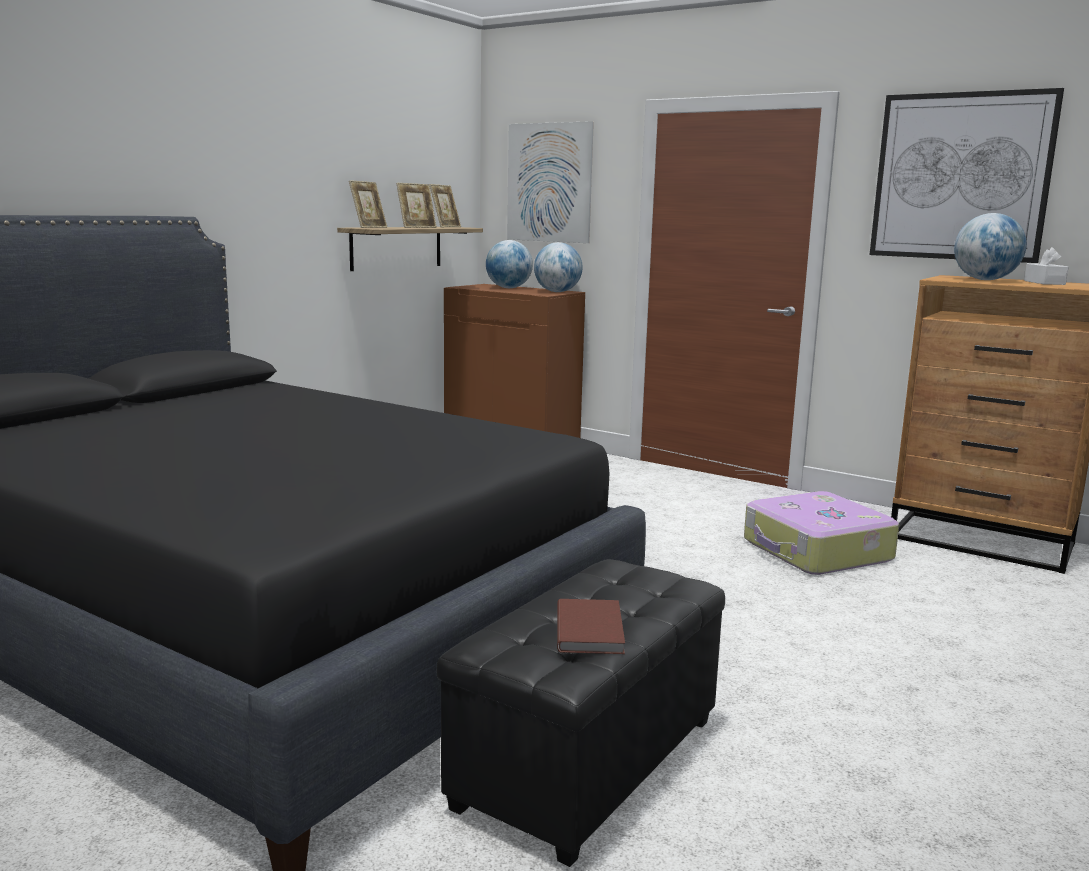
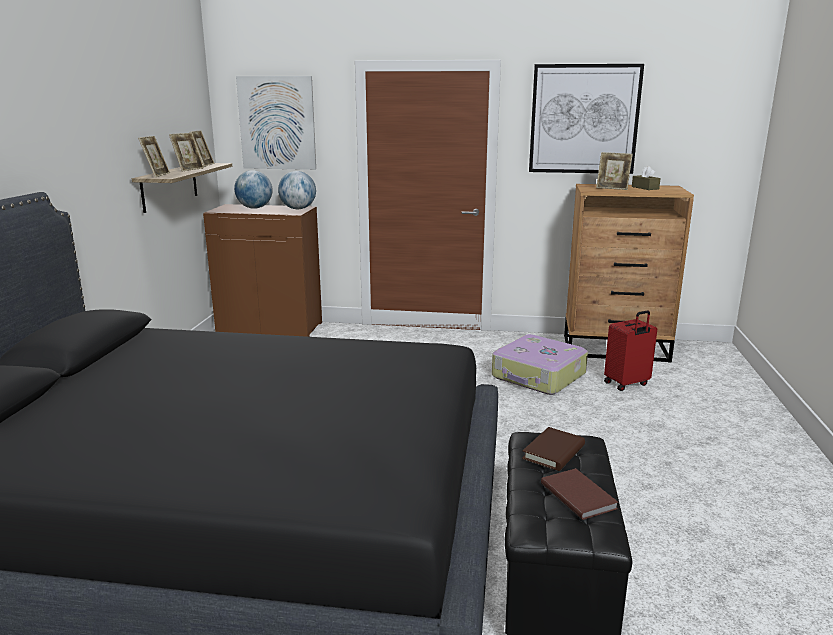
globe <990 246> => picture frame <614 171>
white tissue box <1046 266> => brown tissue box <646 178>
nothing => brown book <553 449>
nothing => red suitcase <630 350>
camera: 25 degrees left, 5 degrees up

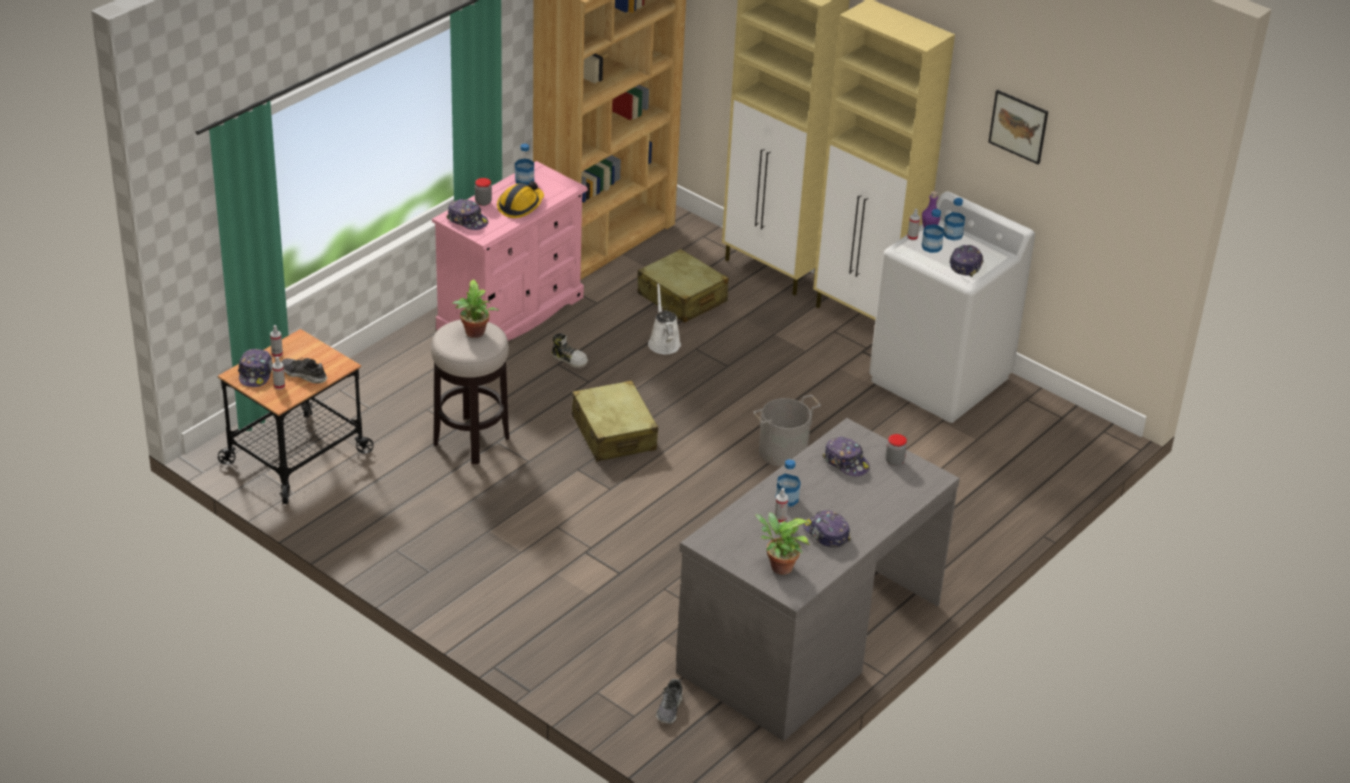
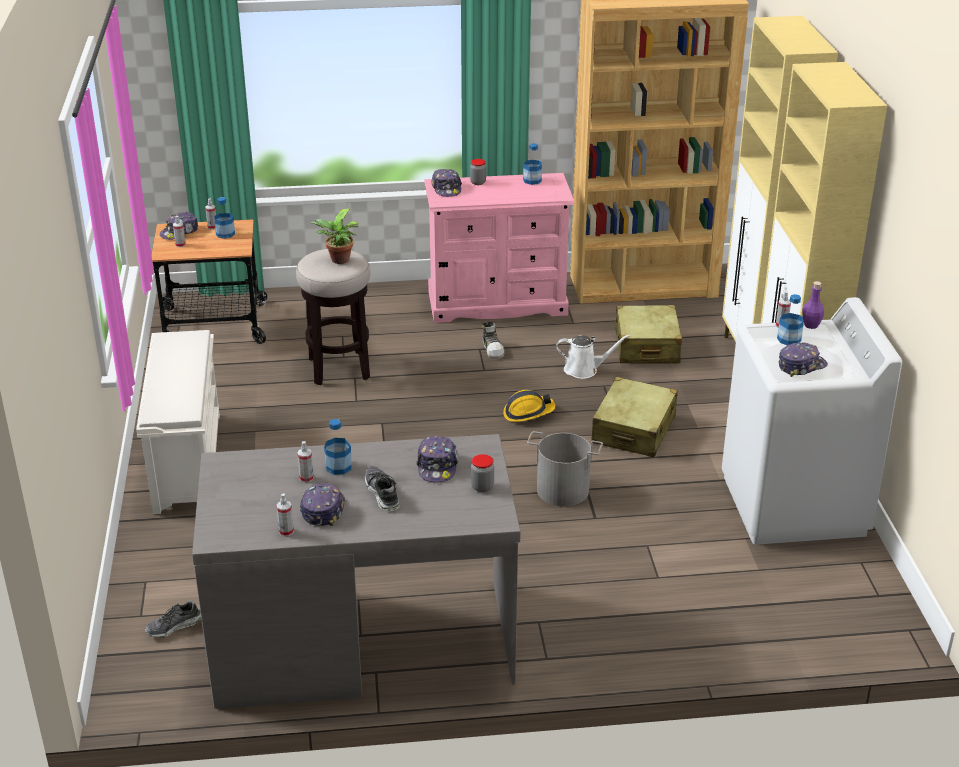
shoe <304 370> => shoe <382 488>, shifted
hard hat <520 199> => hard hat <529 406>, shifted
beige suitcase <615 420> => beige suitcase <634 417>, shifted
white watering can <664 318> => white watering can <593 357>, 60 degrees clockwise
potted plant <782 543> => nothing
bottle <954 219> => bottle <224 218>, shifted
picture <1018 127> => nothing
nothing => white shoe rack <178 422>
nothing => spray bottle <285 515>
camera: 45 degrees right, 5 degrees down

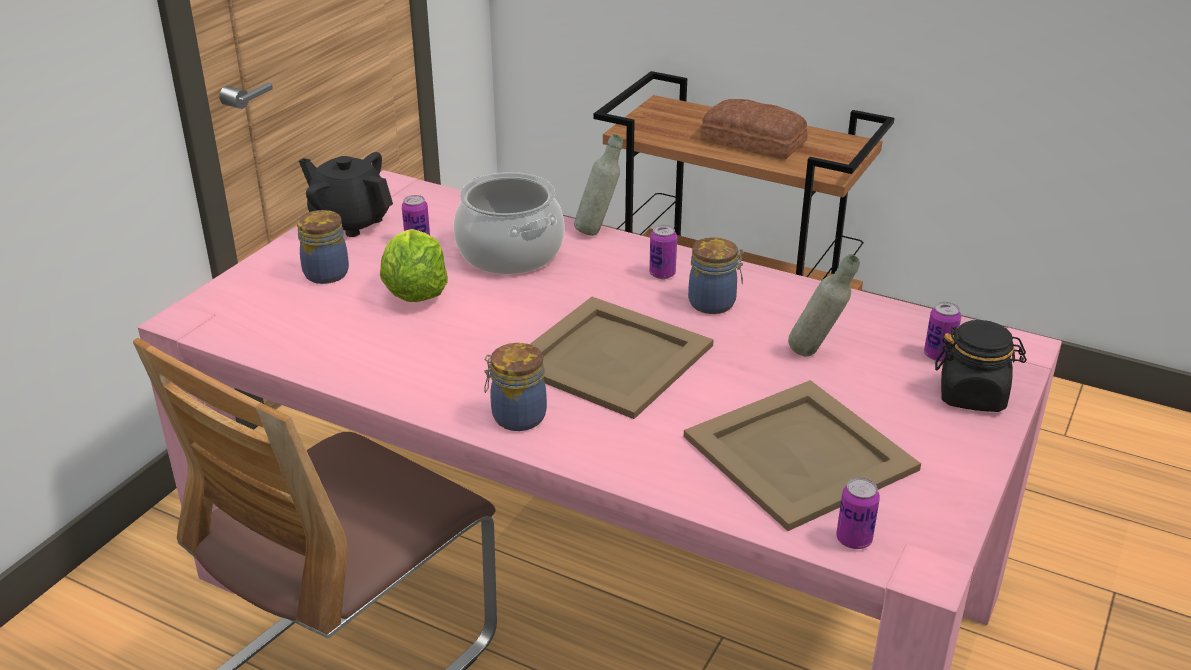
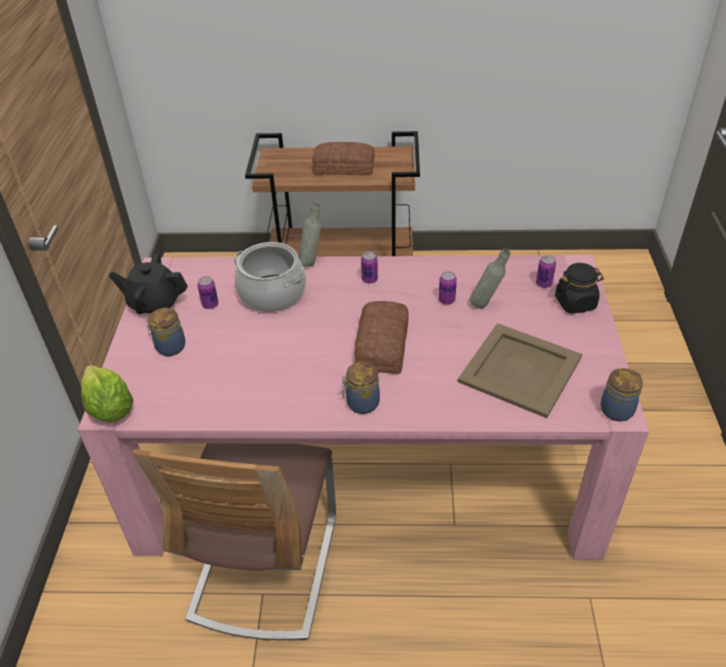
lettuce <414 265> => lettuce <107 393>, shifted
beige tray <622 358> => bread <381 337>
jar <716 275> => jar <621 394>, shifted
can <858 513> => can <448 287>, shifted
camera: 25 degrees left, 10 degrees up

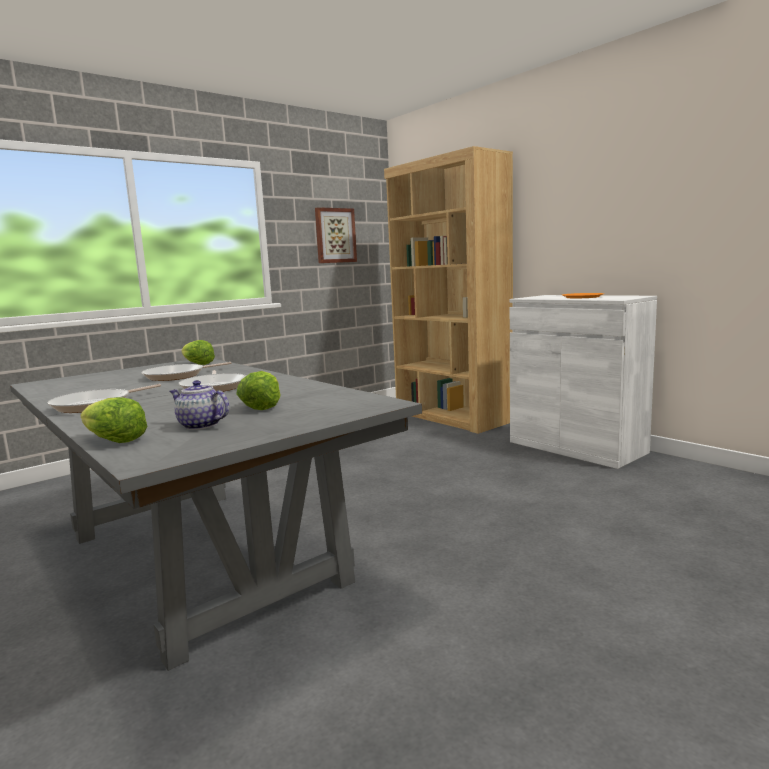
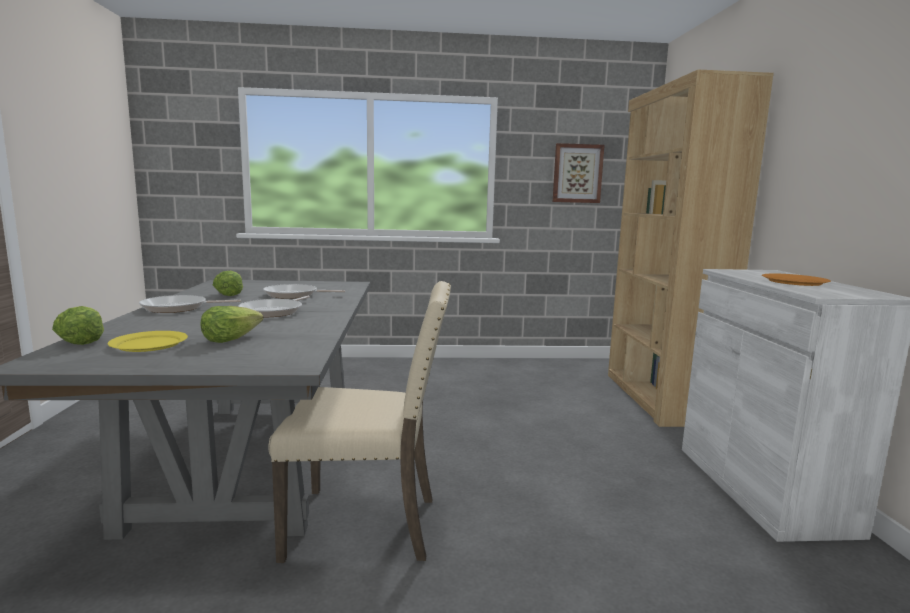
teapot <199 405> => yellow plate <148 341>
lettuce <198 352> => lettuce <228 283>, shifted
nothing => beige chair <359 422>
camera: 35 degrees right, 0 degrees up

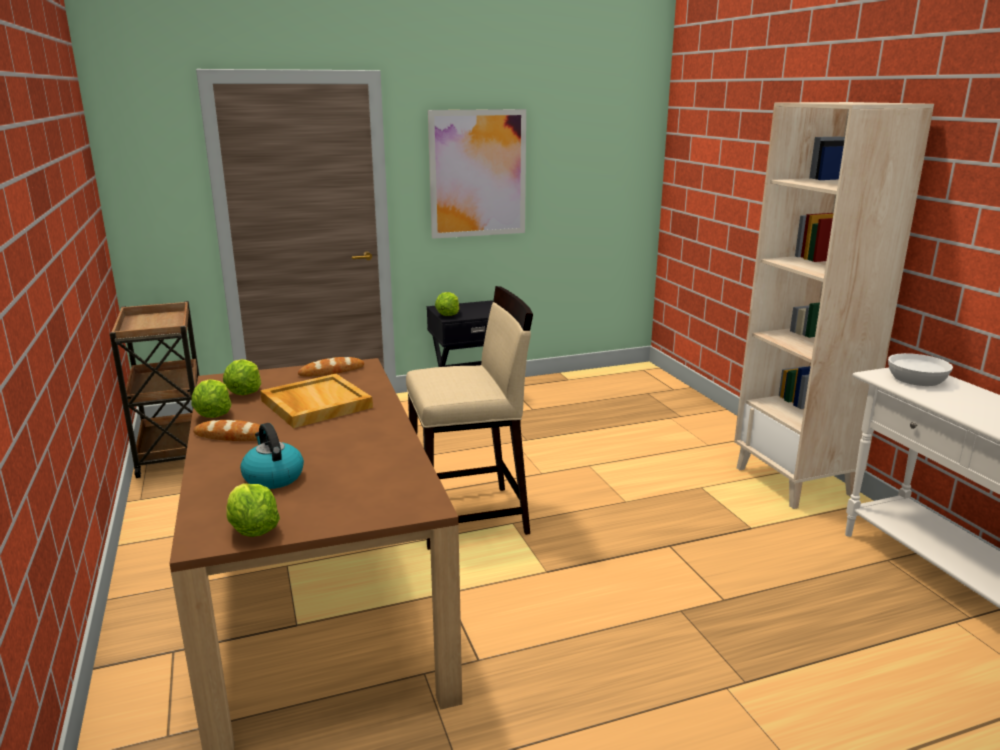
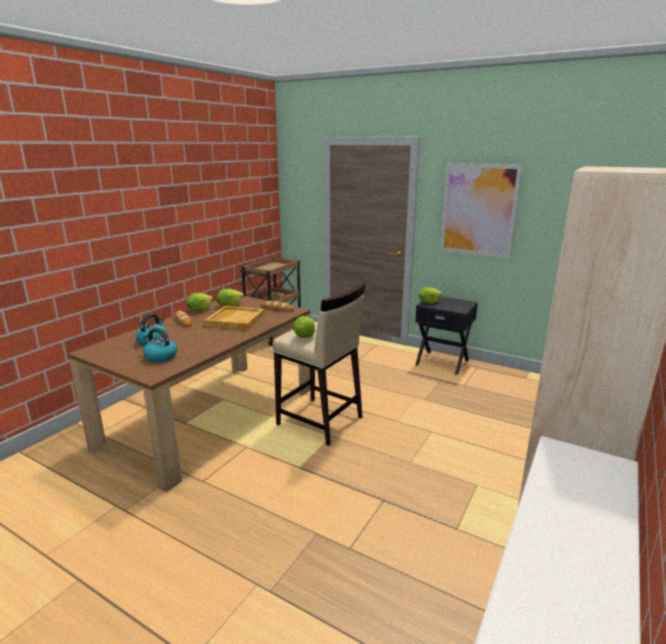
lettuce <253 510> => lettuce <304 327>, shifted
white bowl <920 369> => nothing
nothing => kettle <160 345>
camera: 50 degrees right, 0 degrees up

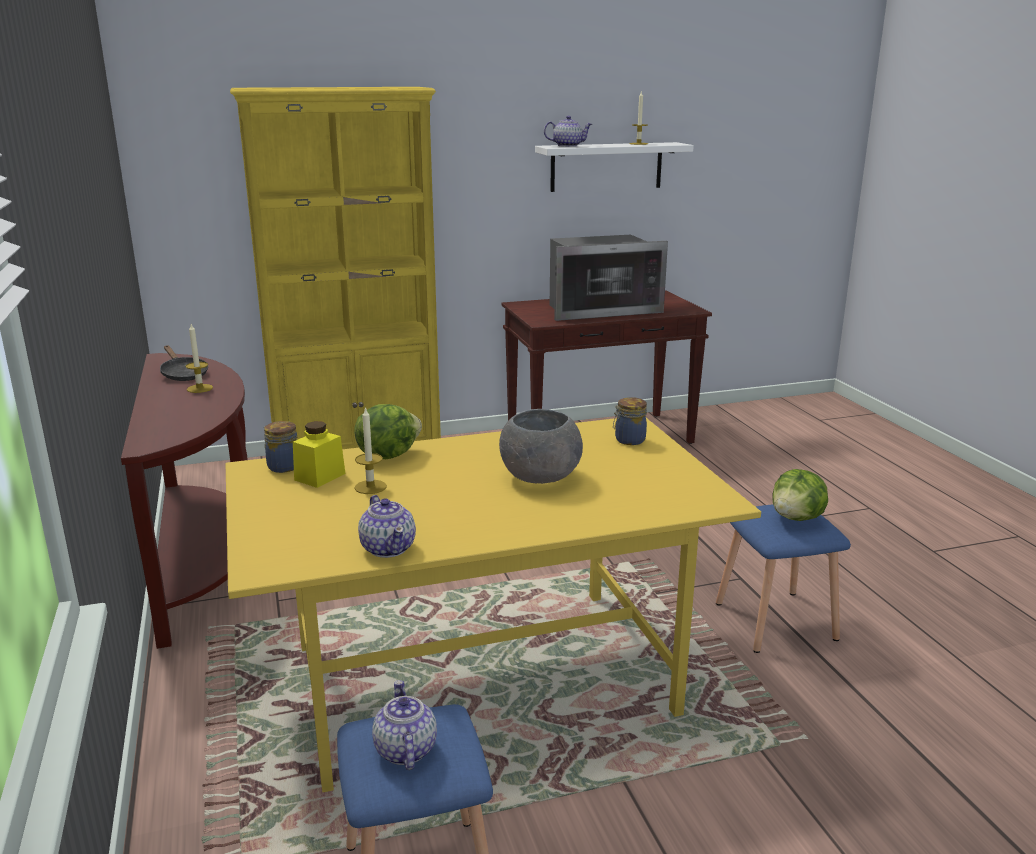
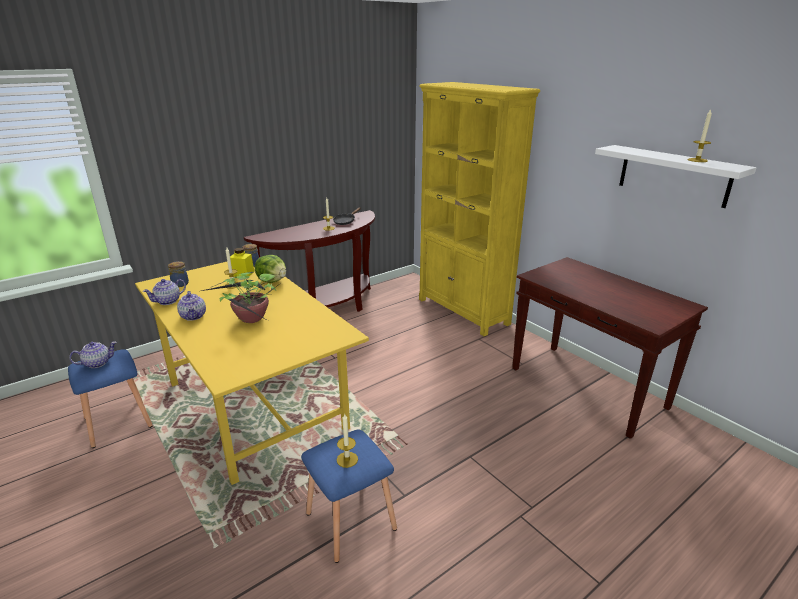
grey bowl <541 446> => potted plant <239 297>
teapot <568 131> => teapot <191 306>, shifted
microwave <609 278> => nothing
jar <630 421> => jar <178 274>, shifted
lettuce <800 495> => candle <347 441>
camera: 70 degrees right, 5 degrees up

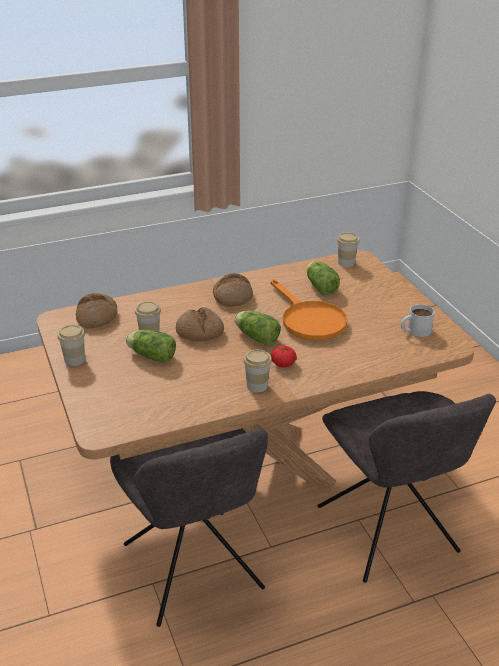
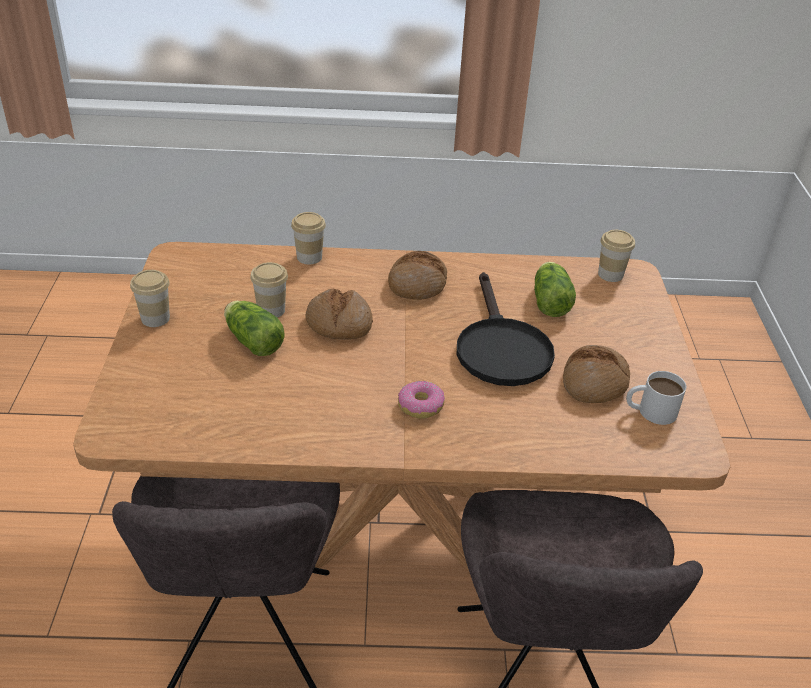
bread <96 311> => bread <596 374>, shifted
lettuce <257 328> => nothing
cup <257 370> => cup <308 238>, shifted
orange frying pan <309 309> => black frying pan <506 329>
tomato <284 356> => donut <421 400>
camera: 20 degrees right, 5 degrees up

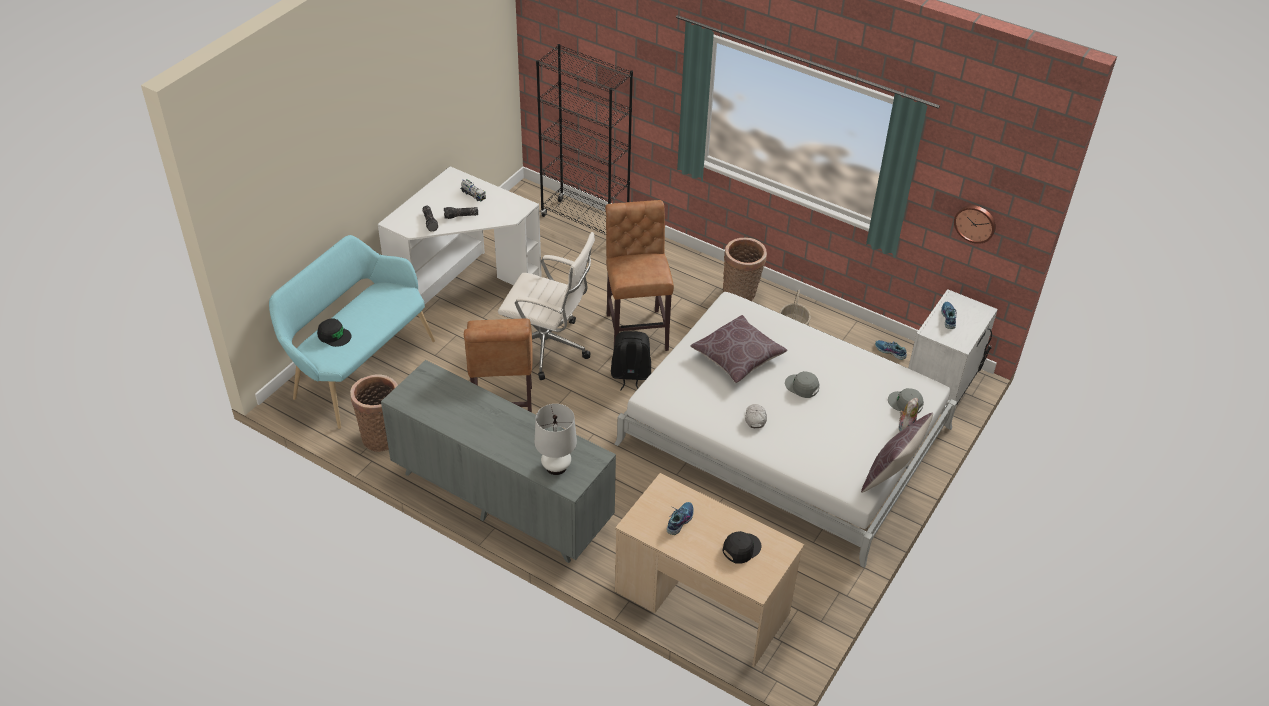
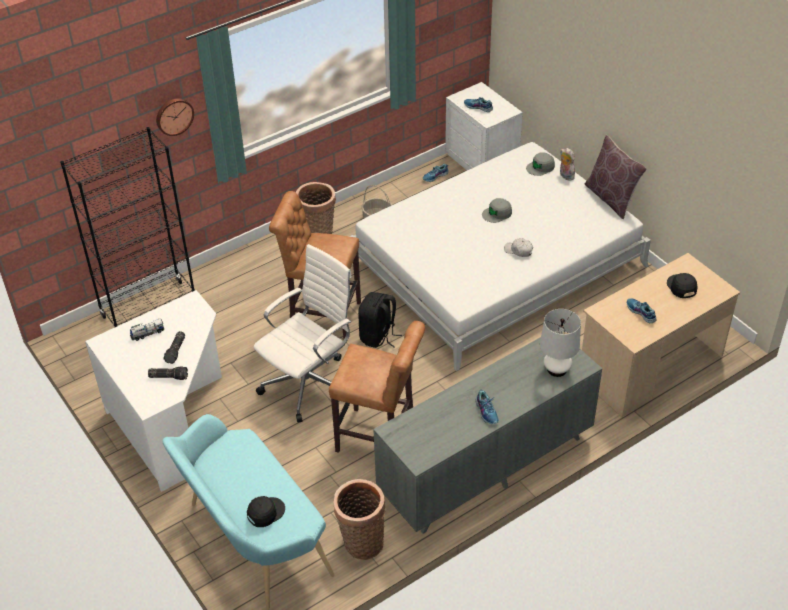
brown pillow <739 349> => nothing
wall clock <975 224> => wall clock <175 117>, shifted
nothing => shoe <487 406>
camera: 65 degrees left, 0 degrees up

